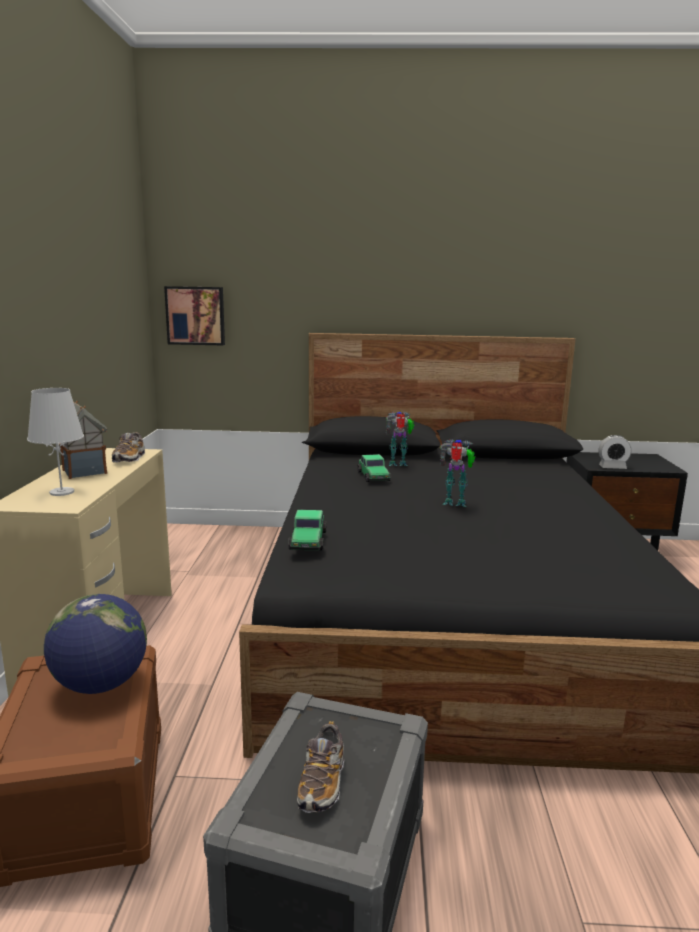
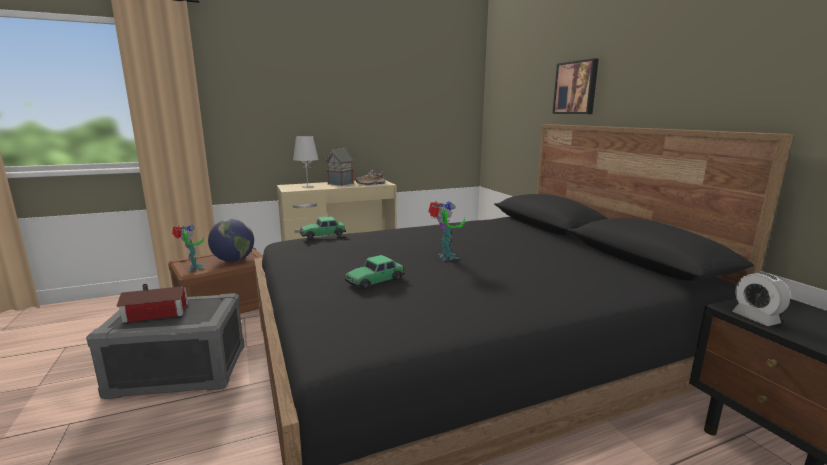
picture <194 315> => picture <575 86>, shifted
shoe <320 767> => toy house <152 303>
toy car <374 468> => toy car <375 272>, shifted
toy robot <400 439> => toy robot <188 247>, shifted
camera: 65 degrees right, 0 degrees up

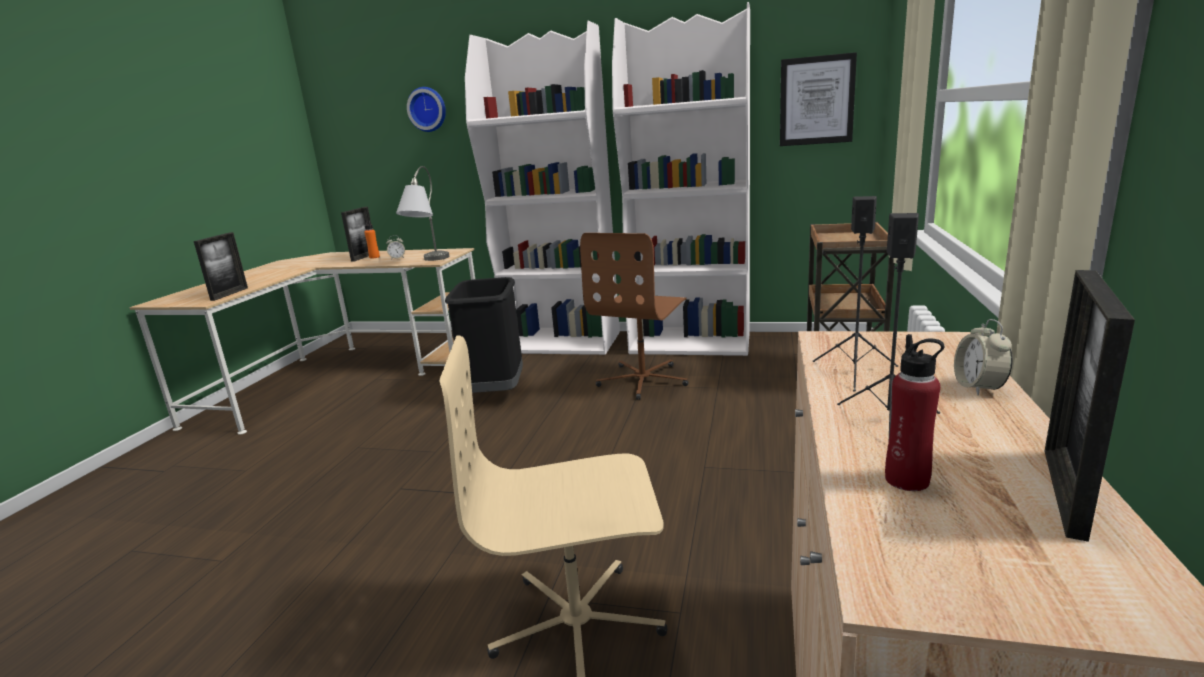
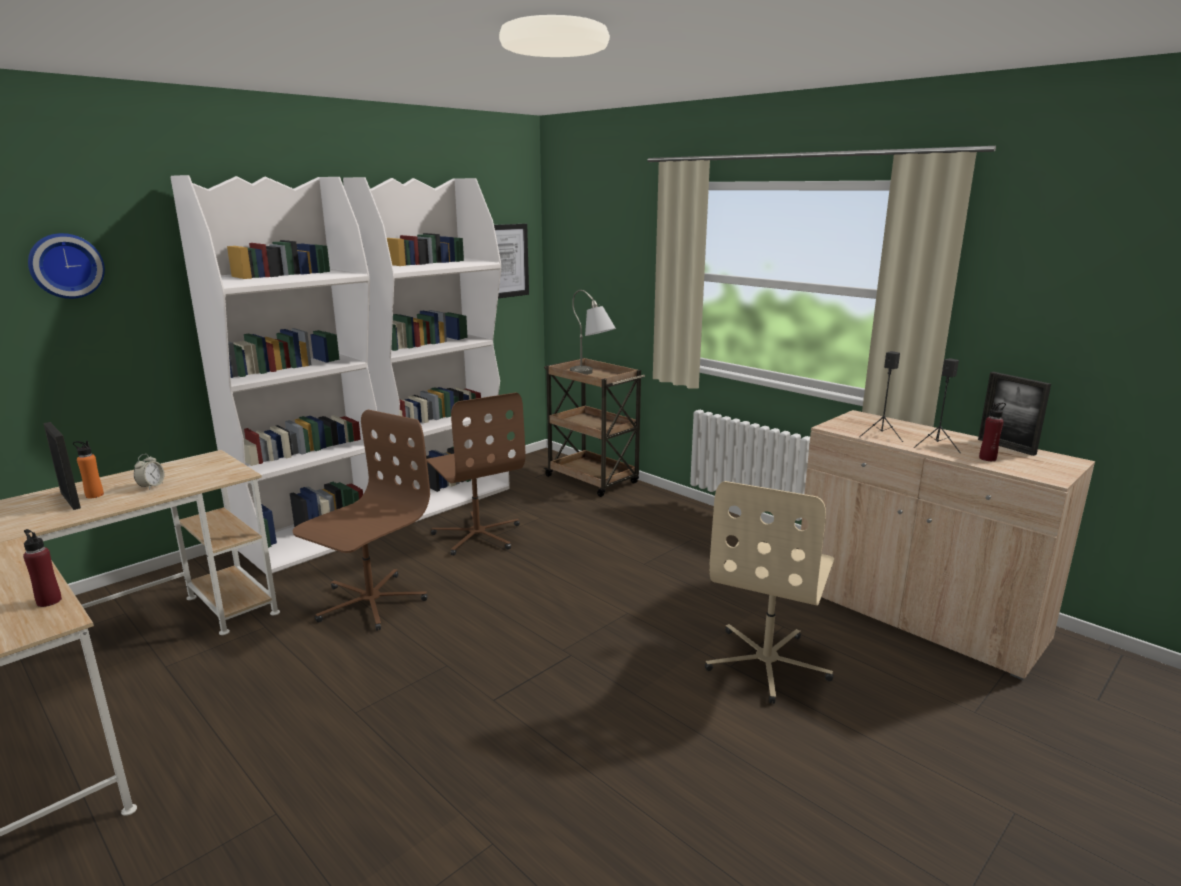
picture frame <221 266> => red bottle <42 568>
grey table lamp <423 213> => grey table lamp <593 332>, shifted
black trash can <484 335> => brown office chair <361 520>
alarm clock <983 357> => nothing
camera: 60 degrees left, 0 degrees up

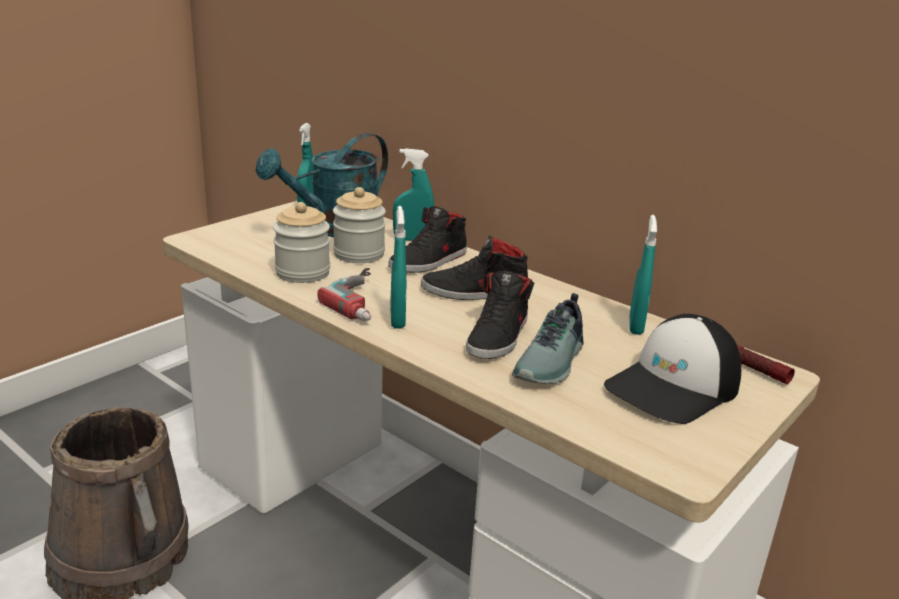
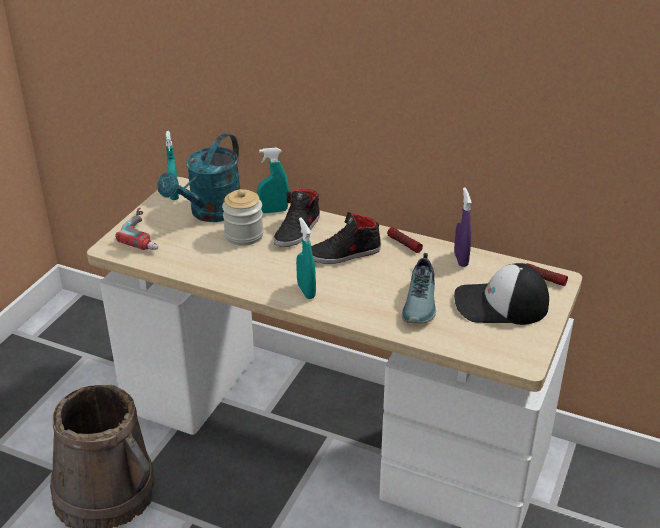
jar <301 242> => nothing
power drill <344 294> => power drill <136 229>, shifted
black shoe <500 315> => nothing
cap <672 369> => cap <501 294>, 60 degrees clockwise
turquoise spray bottle <643 275> => purple spray bottle <463 227>
nothing => flashlight <405 240>
camera: 15 degrees left, 10 degrees up

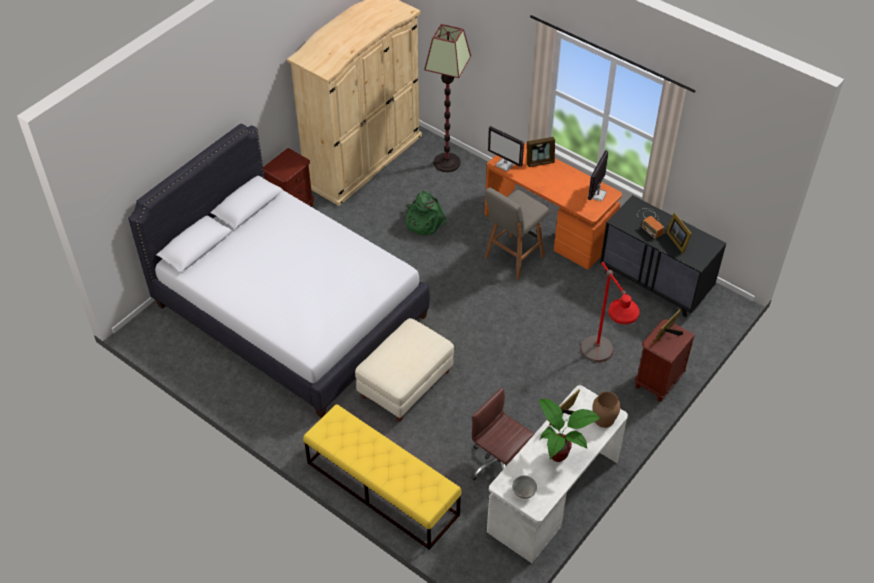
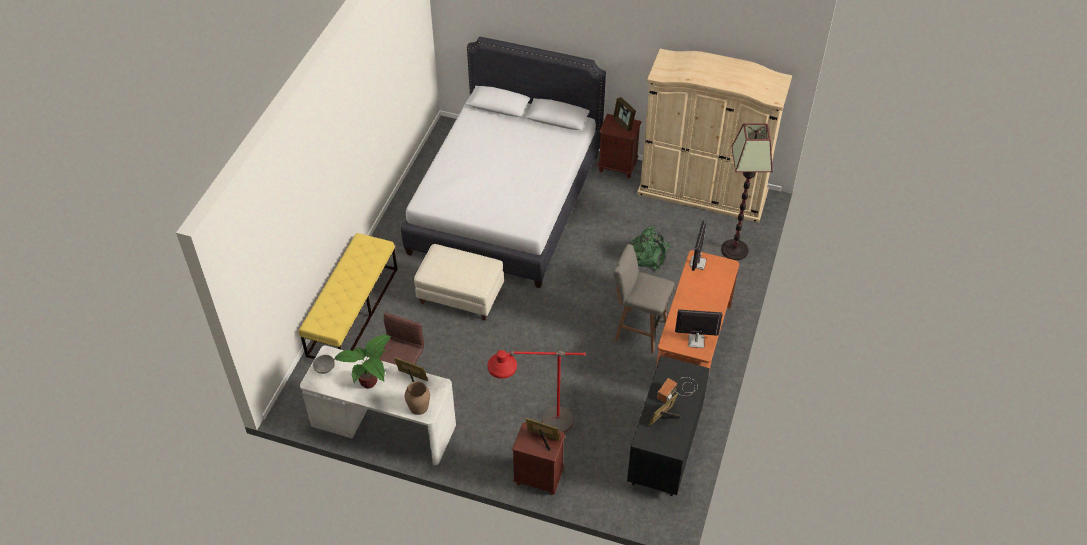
picture frame <541 152> => picture frame <624 114>, shifted
camera: 70 degrees right, 0 degrees up

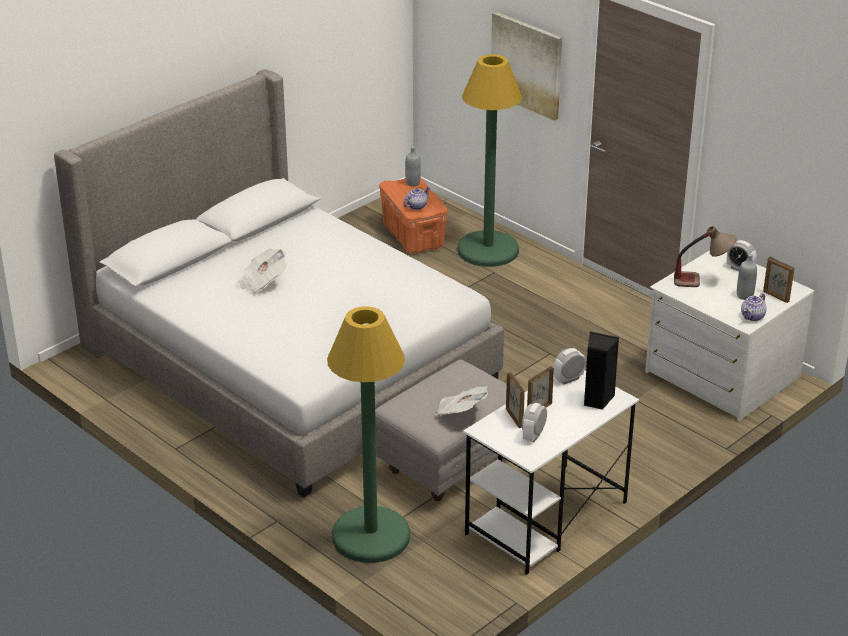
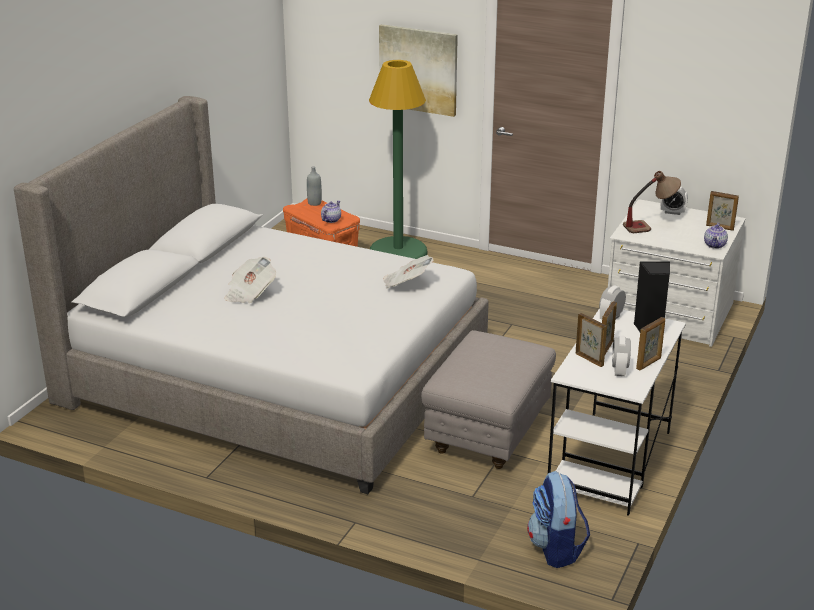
green floor lamp <368 434> => nothing
newspaper <462 400> => newspaper <408 271>, shifted
grey bottle <747 277> => nothing
nothing => backpack <558 519>
nothing => picture frame <650 344>
camera: 20 degrees left, 5 degrees down

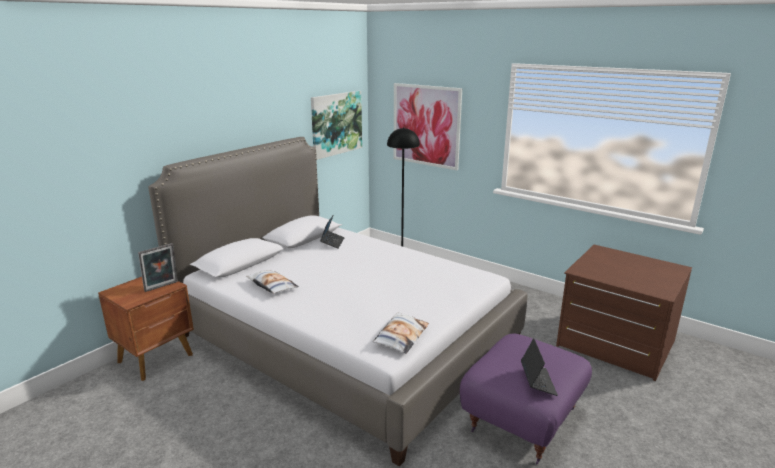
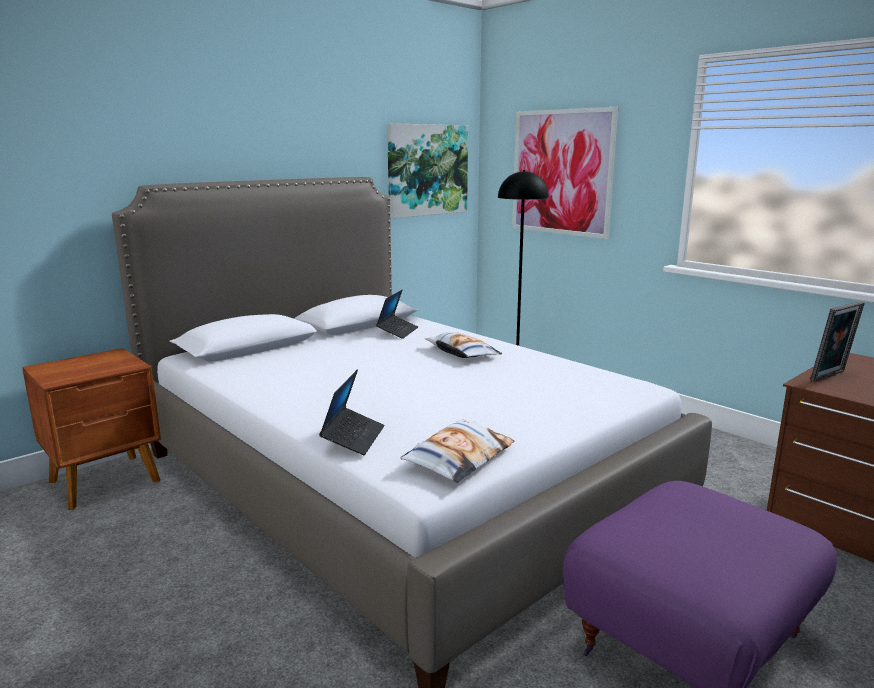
picture frame <158 267> => picture frame <837 341>, shifted
pillow <272 282> => pillow <463 345>, shifted
laptop <539 367> => laptop <352 412>, shifted
camera: 10 degrees right, 5 degrees down

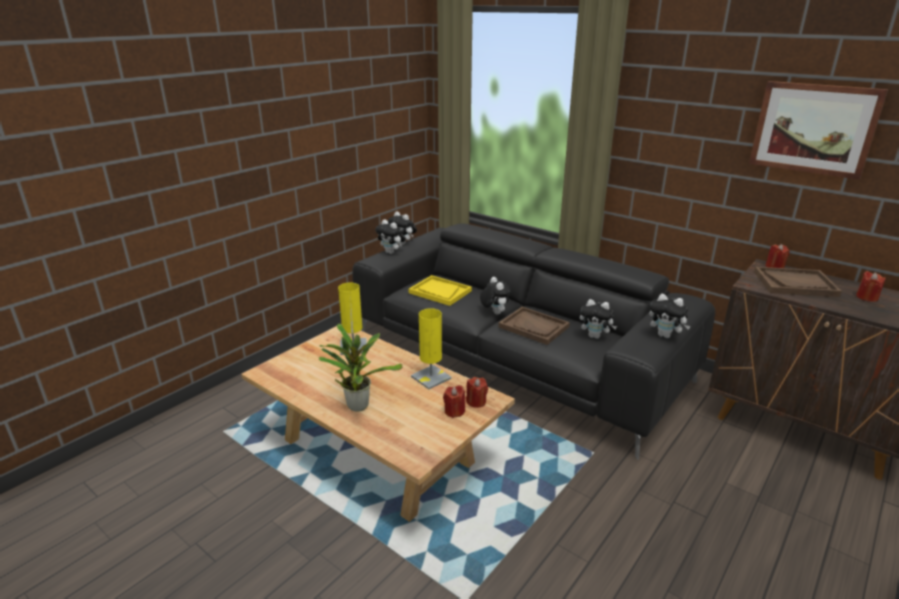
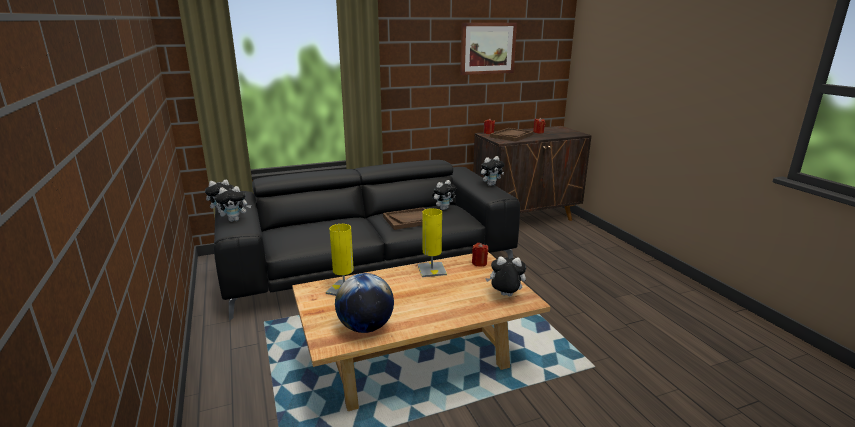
potted plant <361 367> => nothing
yellow tray <440 290> => nothing
red candle <454 401> => nothing
plush toy <495 296> => plush toy <505 276>, shifted
nothing => globe <364 303>
camera: 60 degrees left, 5 degrees down

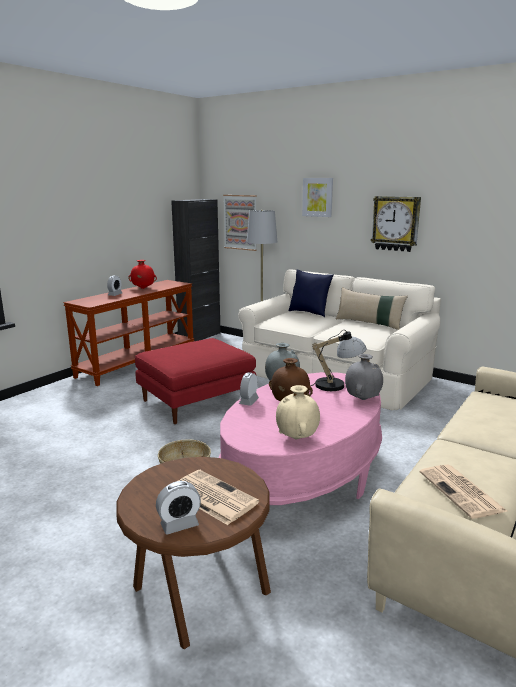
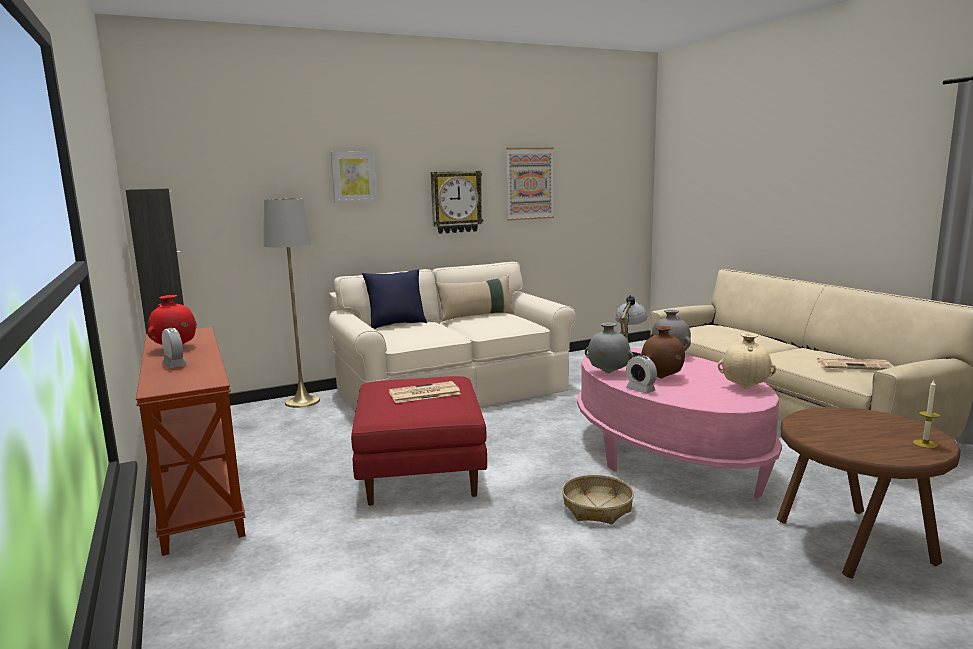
alarm clock <178 508> => candle <926 414>
newspaper <218 497> => newspaper <425 392>, shifted
picture <240 223> => picture <530 184>, shifted
camera: 60 degrees left, 5 degrees down

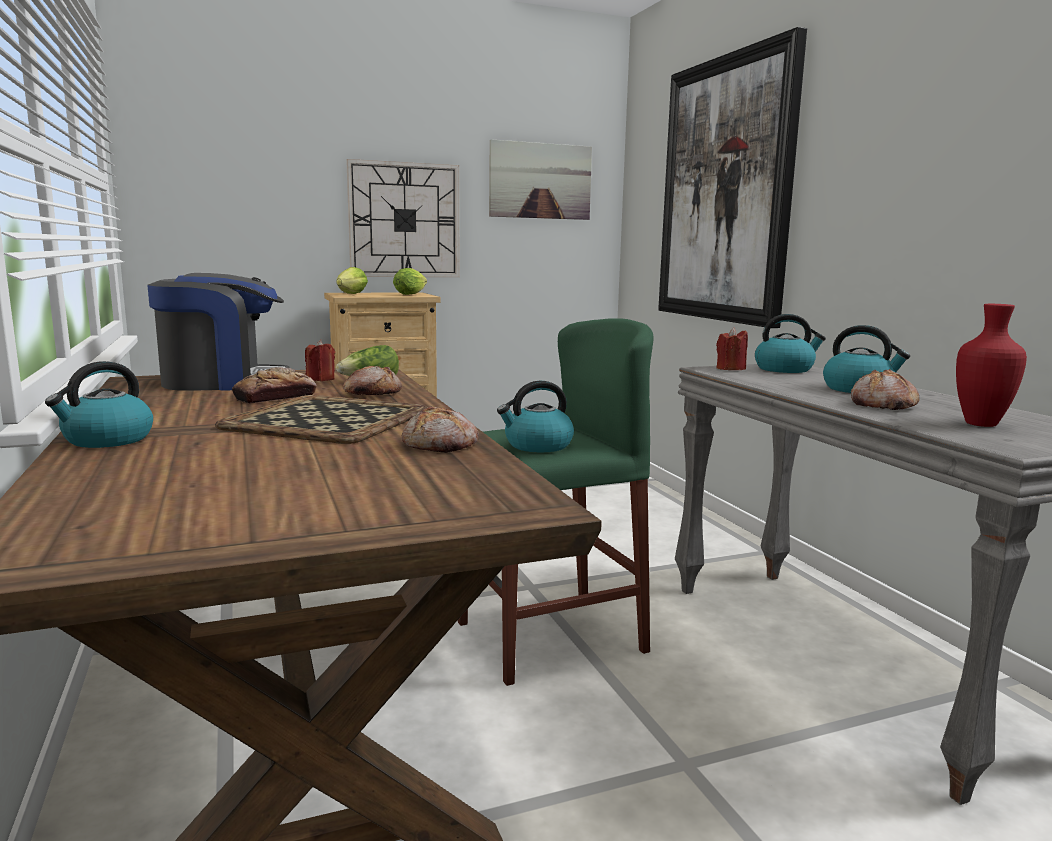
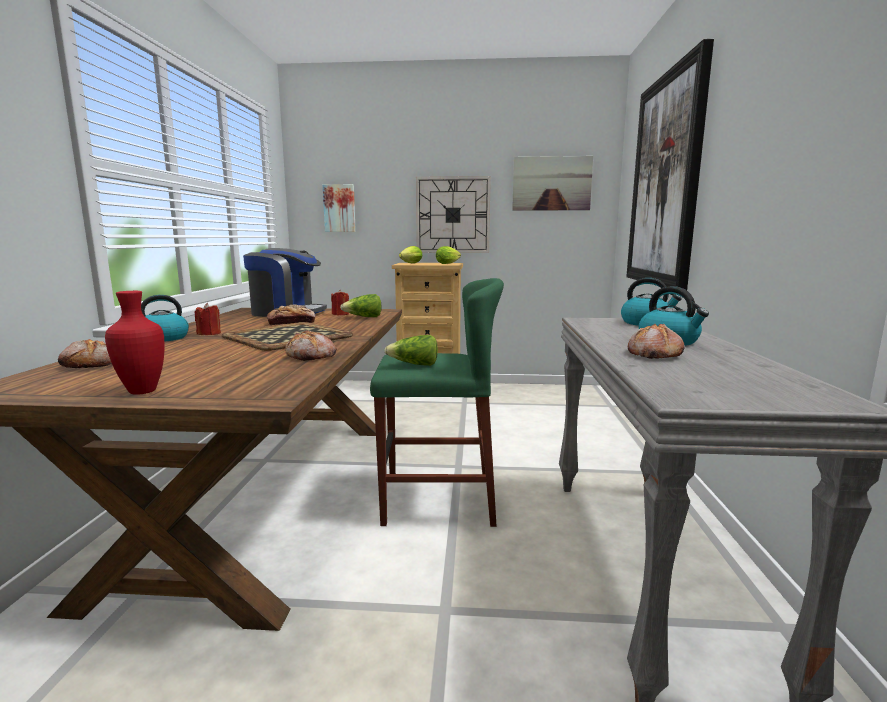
bread <372 380> => bread <85 353>, shifted
kettle <535 416> => lettuce <411 350>
red candle <732 349> => red candle <208 319>, shifted
red vase <991 365> => red vase <135 343>, shifted
nothing => picture <339 208>
camera: 25 degrees right, 0 degrees up

